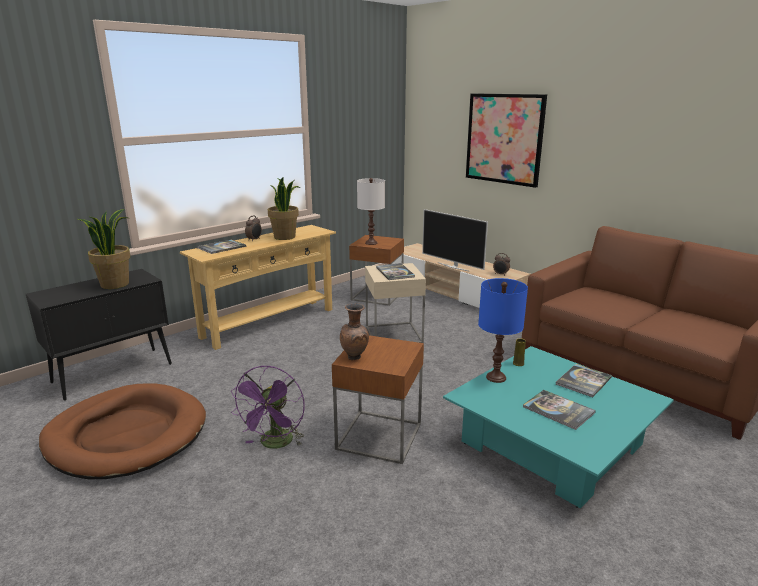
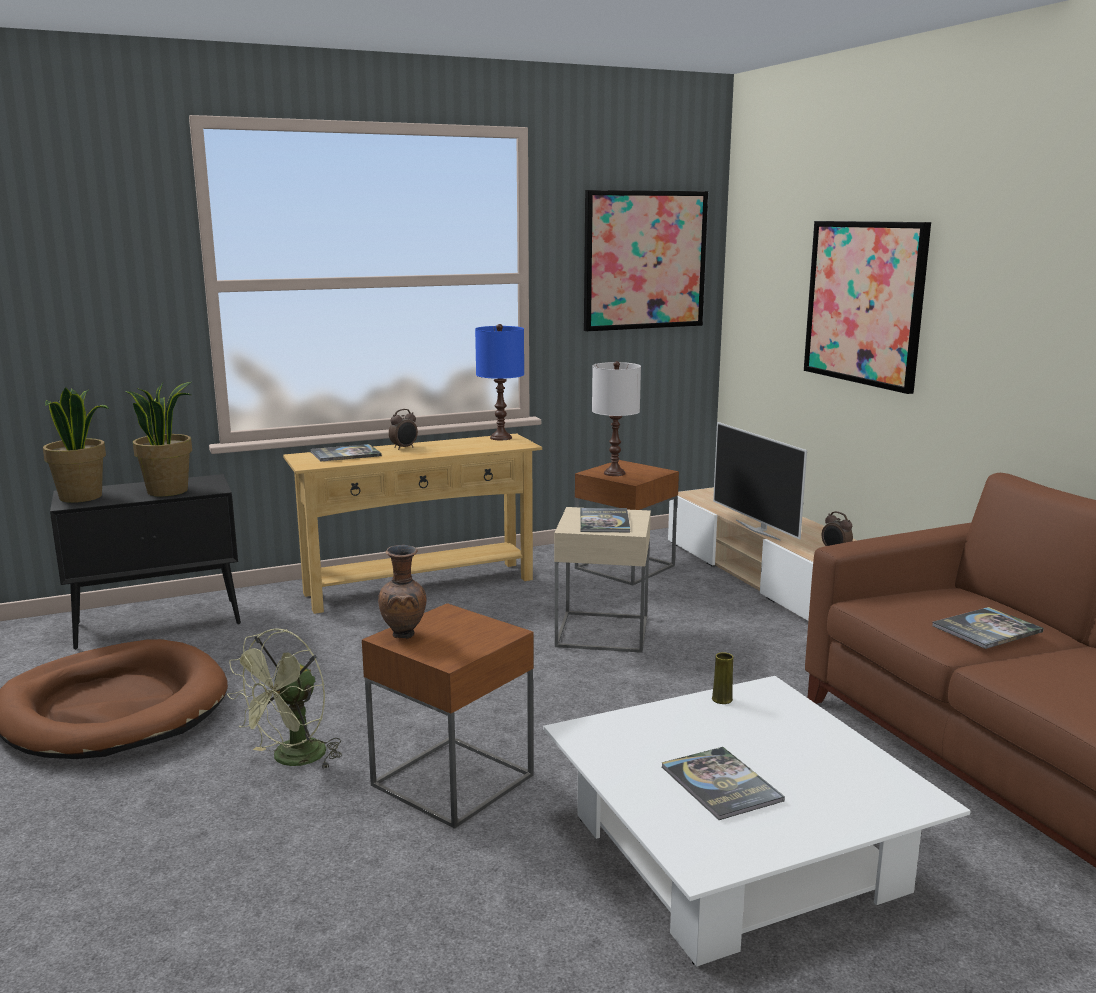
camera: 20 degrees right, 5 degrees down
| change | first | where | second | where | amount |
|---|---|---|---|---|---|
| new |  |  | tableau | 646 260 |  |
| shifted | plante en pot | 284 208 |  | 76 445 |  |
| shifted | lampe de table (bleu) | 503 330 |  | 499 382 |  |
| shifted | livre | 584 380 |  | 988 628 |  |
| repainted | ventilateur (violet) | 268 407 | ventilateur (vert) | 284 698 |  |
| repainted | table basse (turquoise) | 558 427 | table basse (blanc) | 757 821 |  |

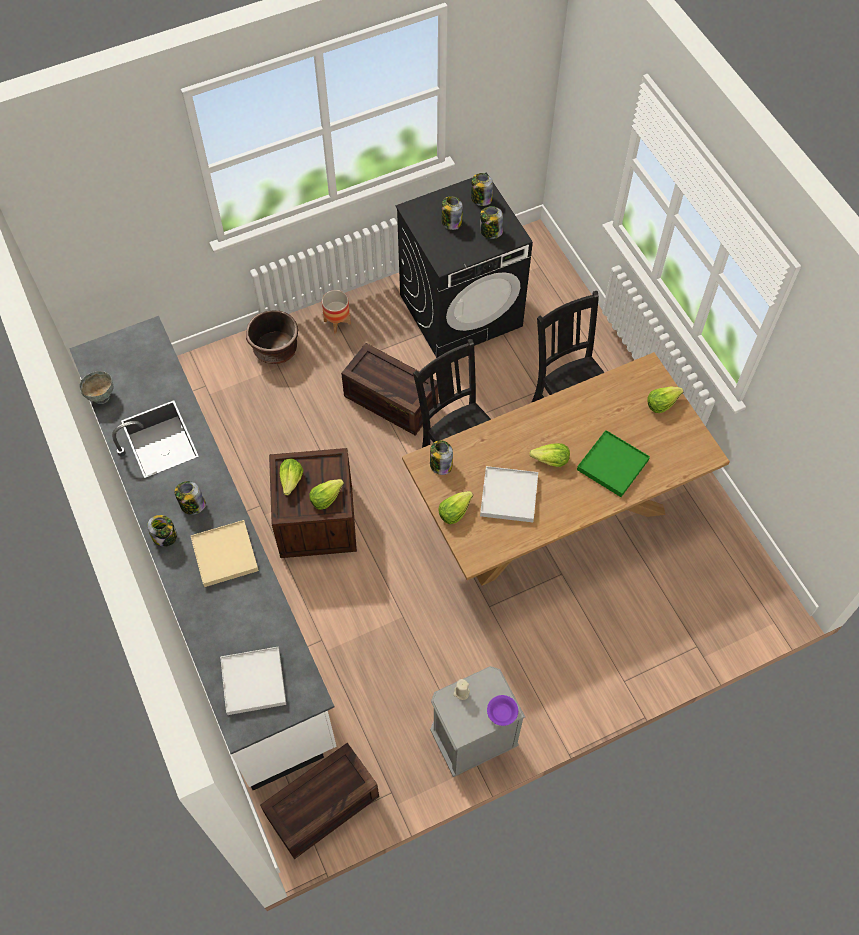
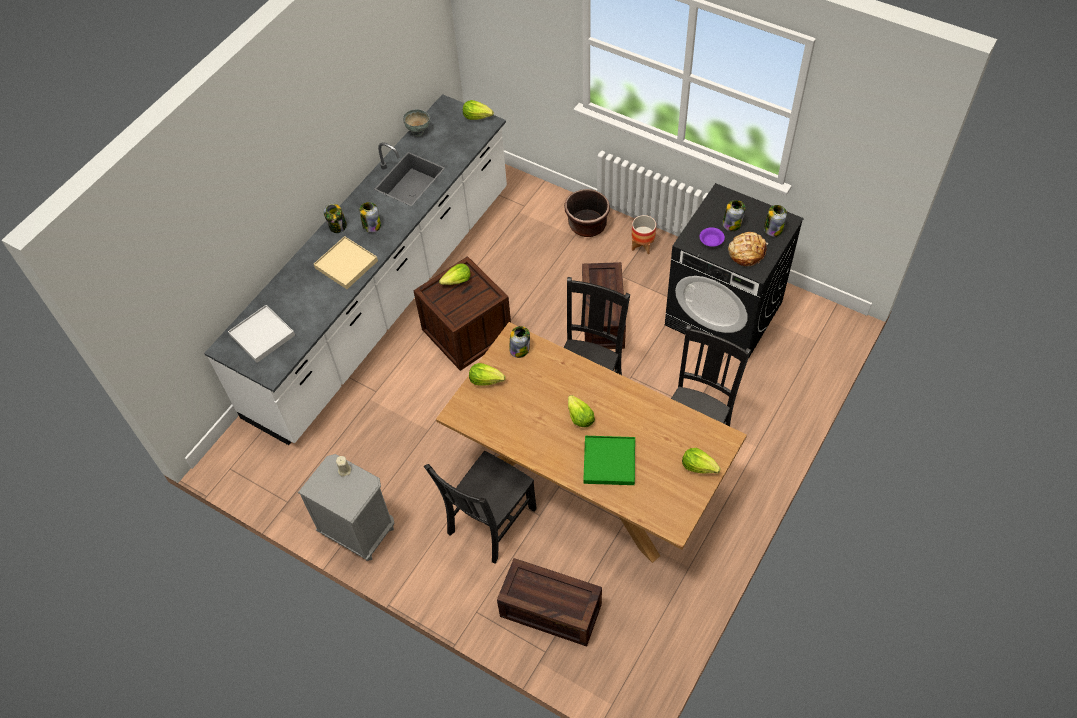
camera: 60 degrees right, 5 degrees down
| change | first | where | second | where | amount |
|---|---|---|---|---|---|
| gone | plateau (blanc) | 509 494 |  |  |  |
| new |  |  | chaise (noir) | 480 507 |  |
| shifted | caisse | 319 801 |  | 549 602 |  |
| shifted | laitue | 326 494 |  | 478 110 |  |
| shifted | bol (violet) | 502 710 |  | 712 237 |  |
| swapped | bocal | 491 222 | pain | 748 249 |  |

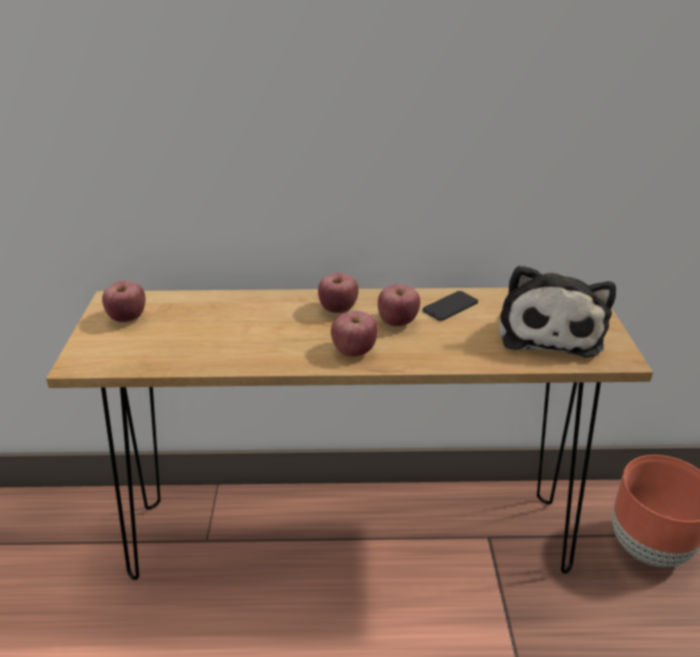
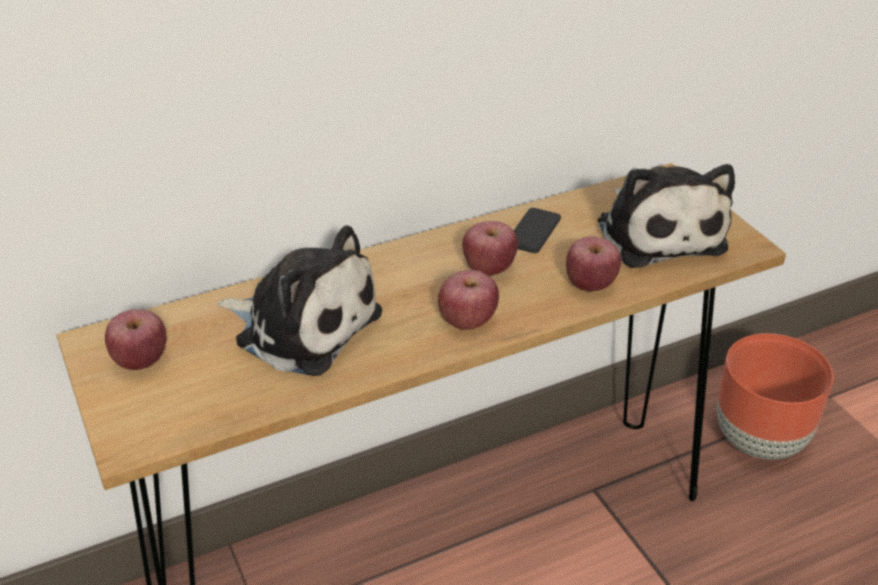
camera: 25 degrees left, 5 degrees up
| change | first | where | second | where | amount |
|---|---|---|---|---|---|
| new |  |  | peluche | 299 300 |  |
| shifted | pomme | 338 293 |  | 593 263 |  |

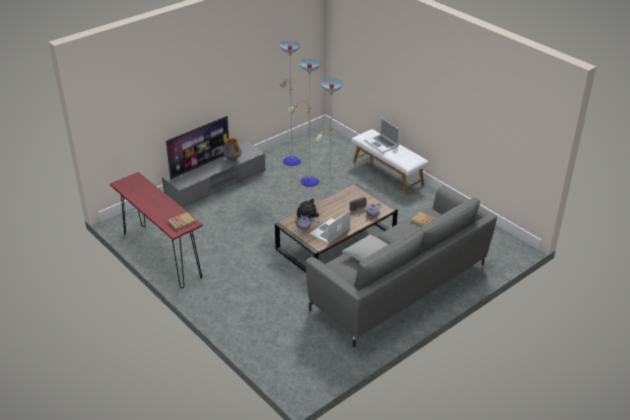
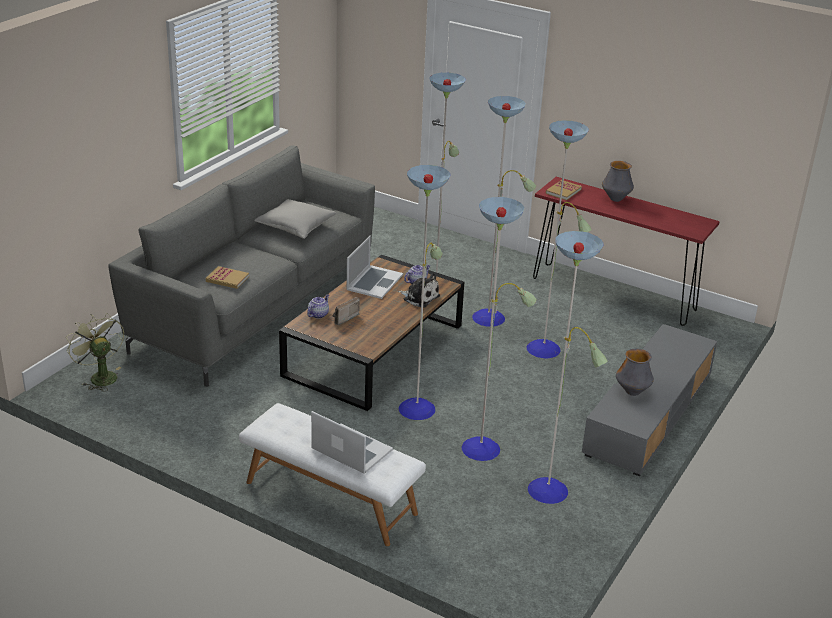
camera: 160 degrees right, 5 degrees down
| change | first | where | second | where | amount |
|---|---|---|---|---|---|
| gone | téléviseur | 197 147 |  |  |  |
| new |  |  | ventilateur (vert) | 95 352 |  |
| new |  |  | lampadaire | 510 215 |  |
| new |  |  | vase | 618 181 |  |

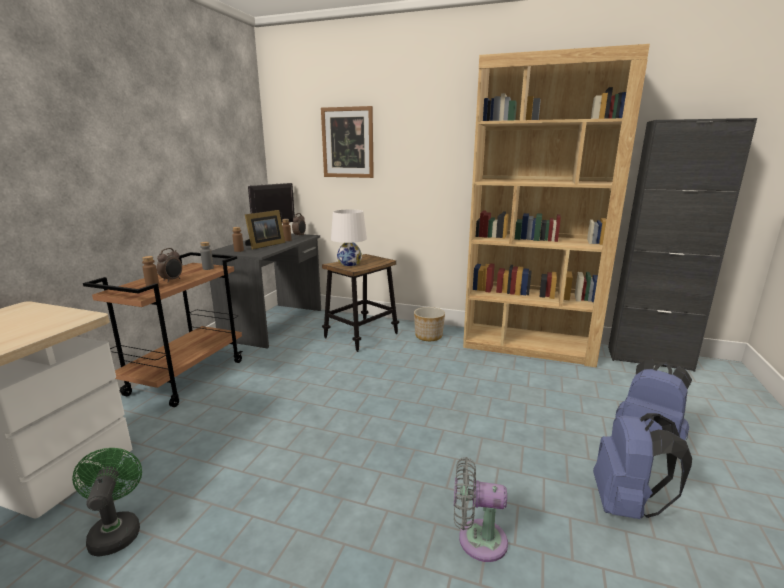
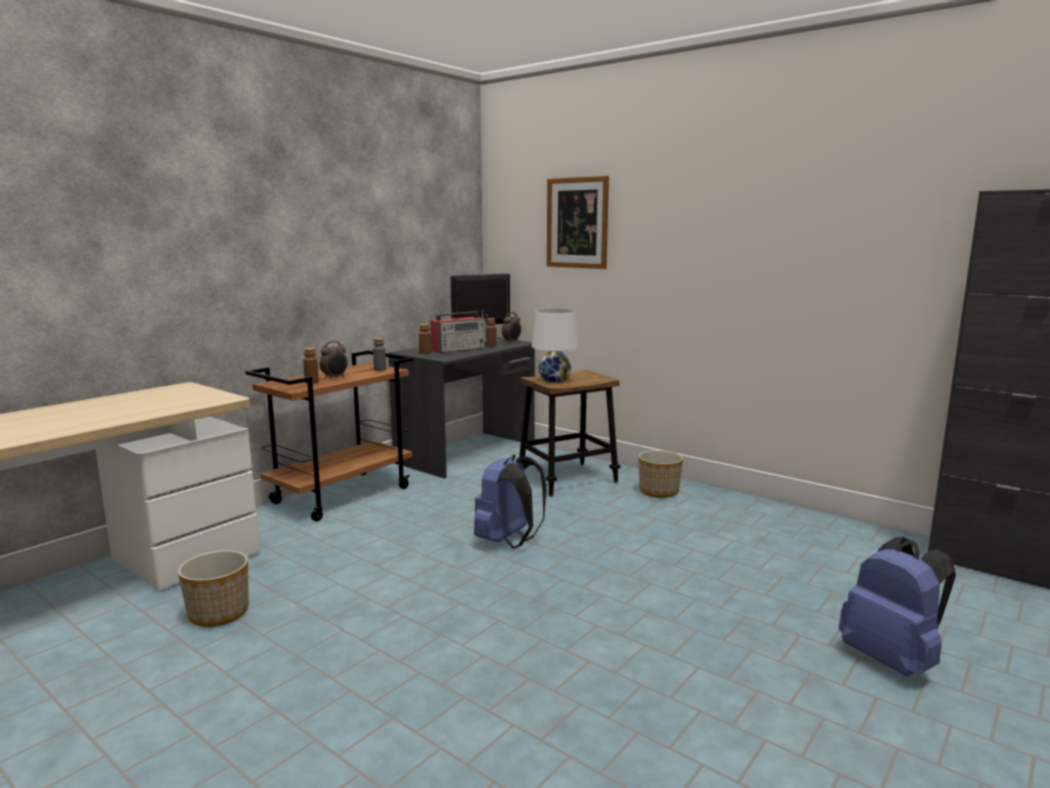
camera: 20 degrees right, 5 degrees down
| change | first | where | second | where | amount |
|---|---|---|---|---|---|
| gone | ventilateur (gris) | 481 509 |  |  |  |
| gone | bibliothèque (marron) | 556 206 |  |  |  |
| shifted | sac à dos (bleu) | 642 466 |  | 510 502 |  |
| swapped | ventilateur (vert) | 107 502 | cache-pot | 213 588 |  |
| swapped | cadre photo | 265 230 | radio | 457 331 |  |

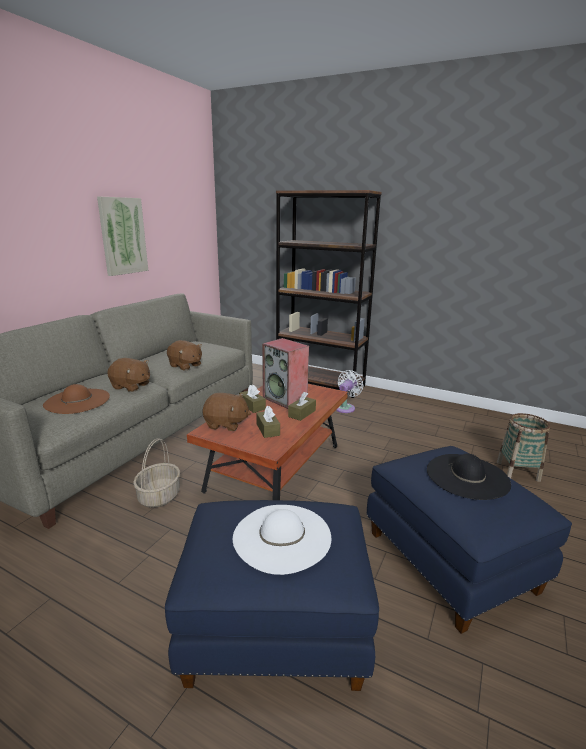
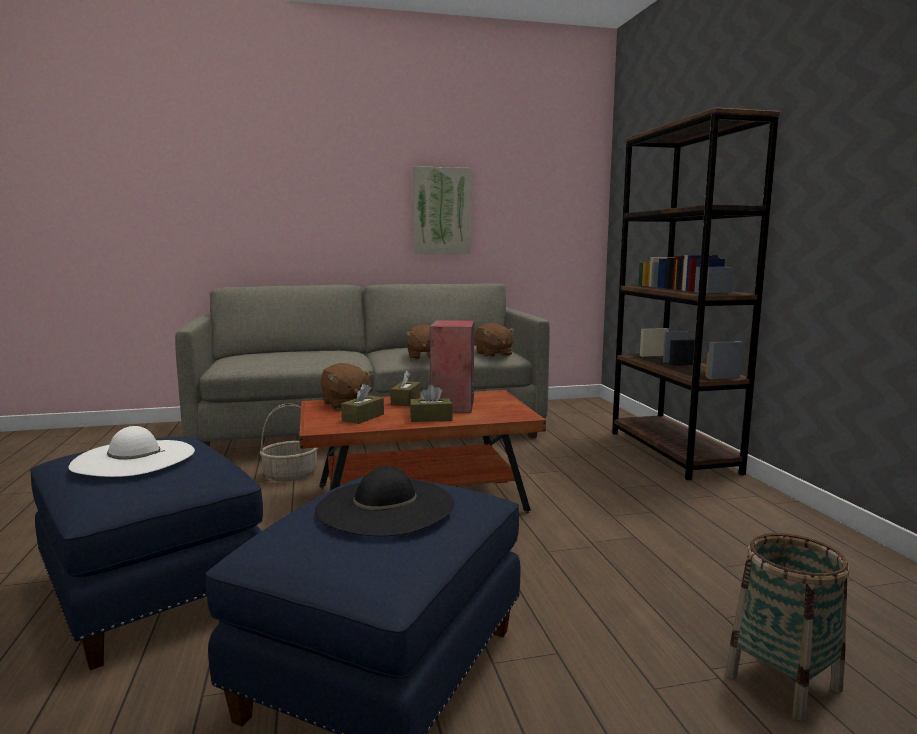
camera: 50 degrees right, 10 degrees down
| change | first | where | second | where | amount |
|---|---|---|---|---|---|
| gone | chapeau (marron) | 76 399 |  |  |  |
| gone | ventilateur (blanc) | 349 391 |  |  |  |
| shifted | peluche (marron) | 128 375 |  | 495 340 |  |

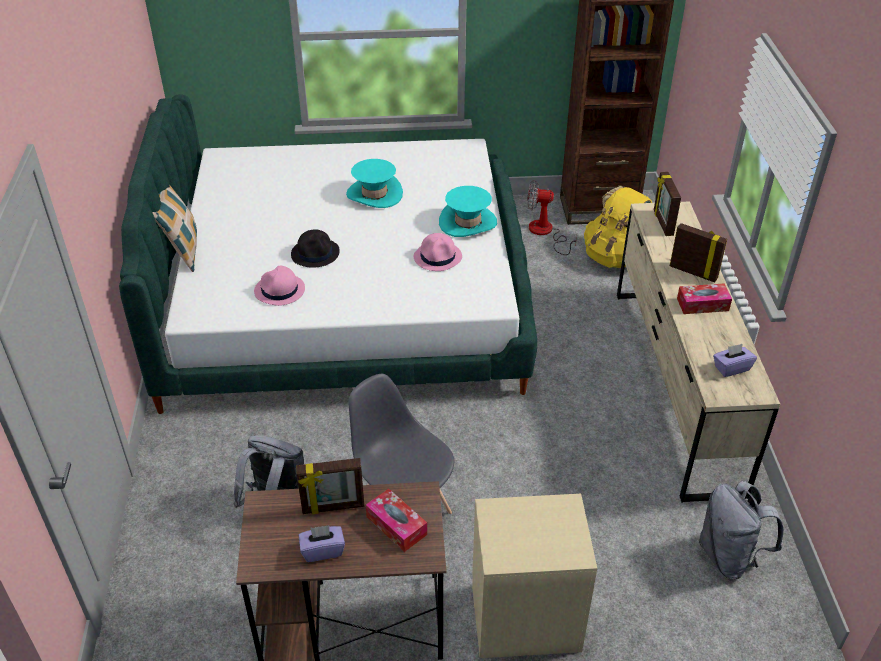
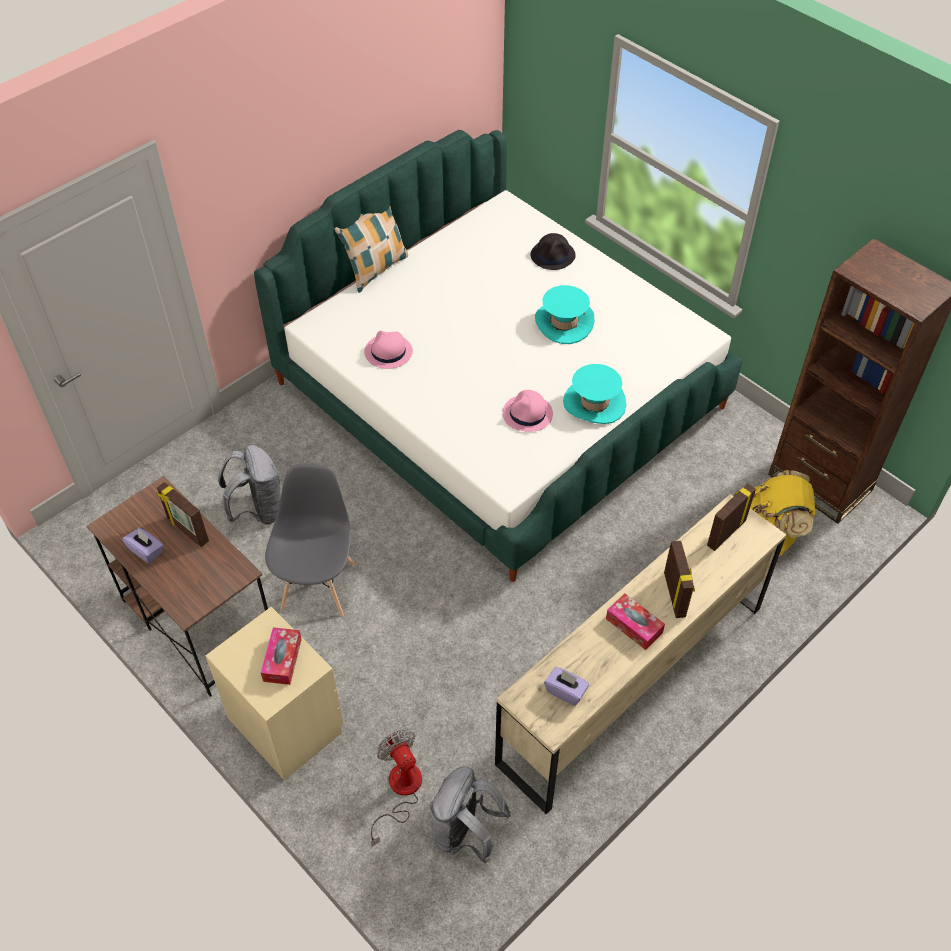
camera: 50 degrees right, 10 degrees up
| change | first | where | second | where | amount |
|---|---|---|---|---|---|
| shifted | chapeau (noir) | 315 248 |  | 553 251 |  |
| shifted | boîte à mouchoirs | 396 520 |  | 281 656 |  |
| shifted | ventilateur | 552 217 |  | 396 788 |  |

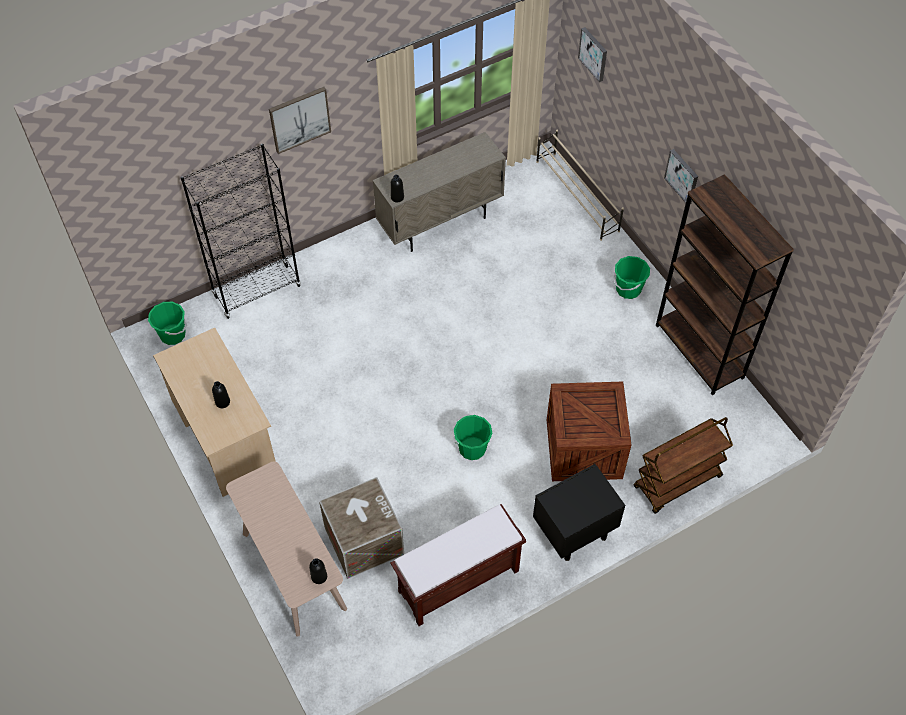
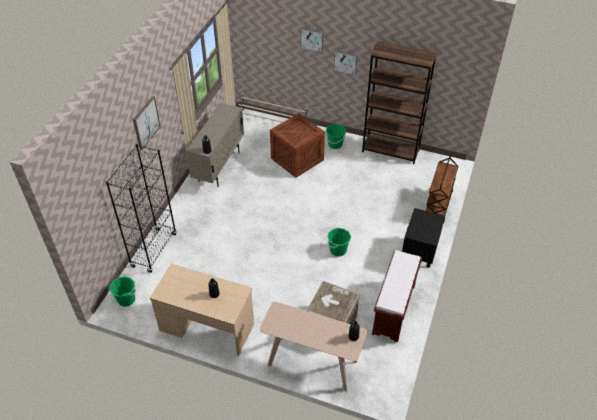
camera: 40 degrees left, 10 degrees down
| change | first | where | second | where | amount |
|---|---|---|---|---|---|
| shifted | caisse | 589 431 |  | 297 145 |  |
| shifted | tableau | 592 54 |  | 311 40 |  |

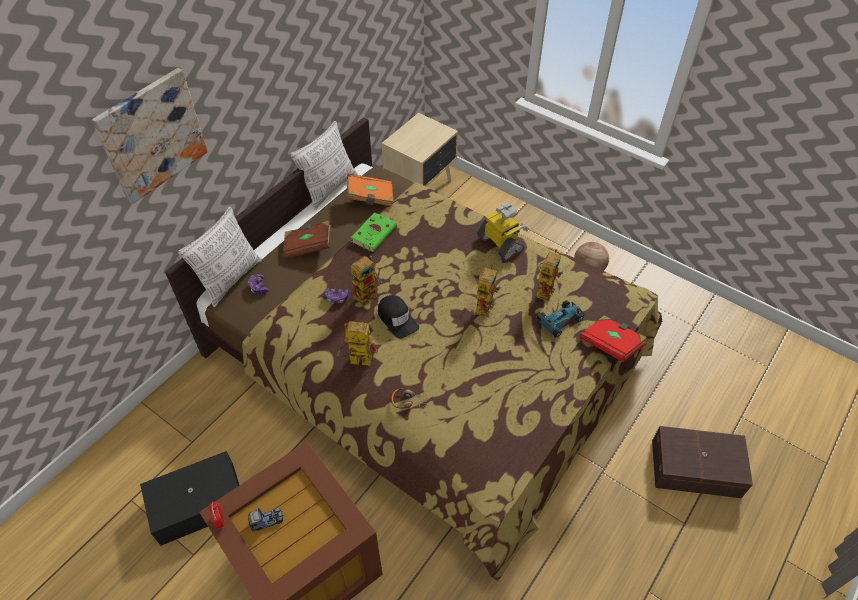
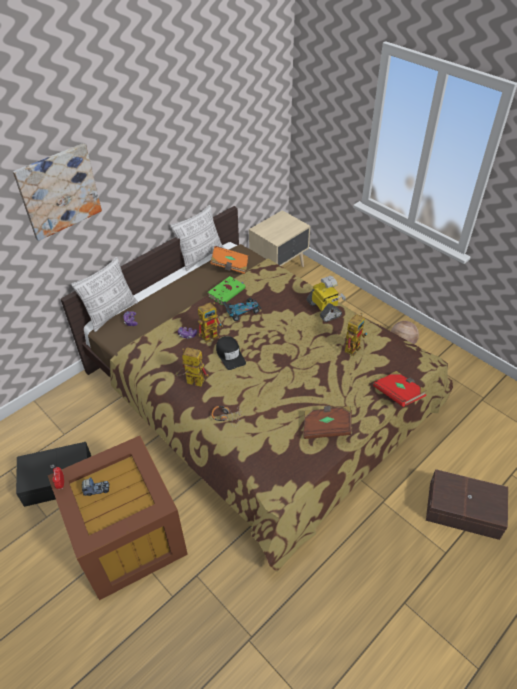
camera: 10 degrees right, 5 degrees down
| change | first | where | second | where | amount |
|---|---|---|---|---|---|
| gone | robot jouet | 488 291 |  |  |  |
| shifted | livre (marron) | 307 240 |  | 327 422 |  |
| shifted | petite voiture | 560 319 |  | 241 309 |  |

